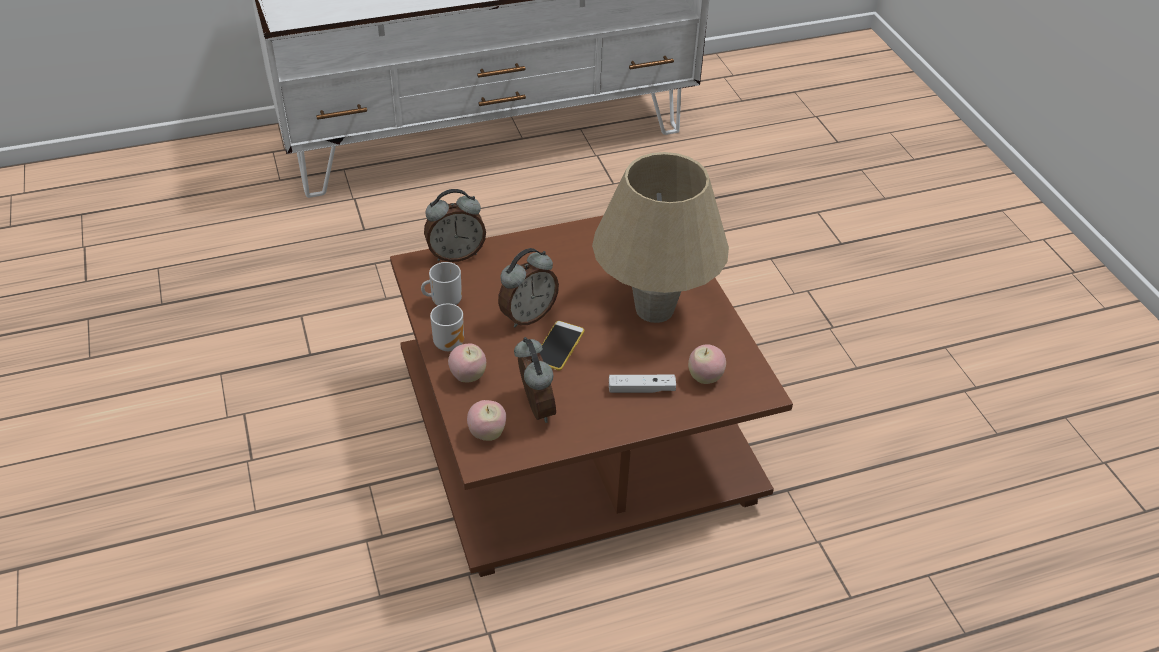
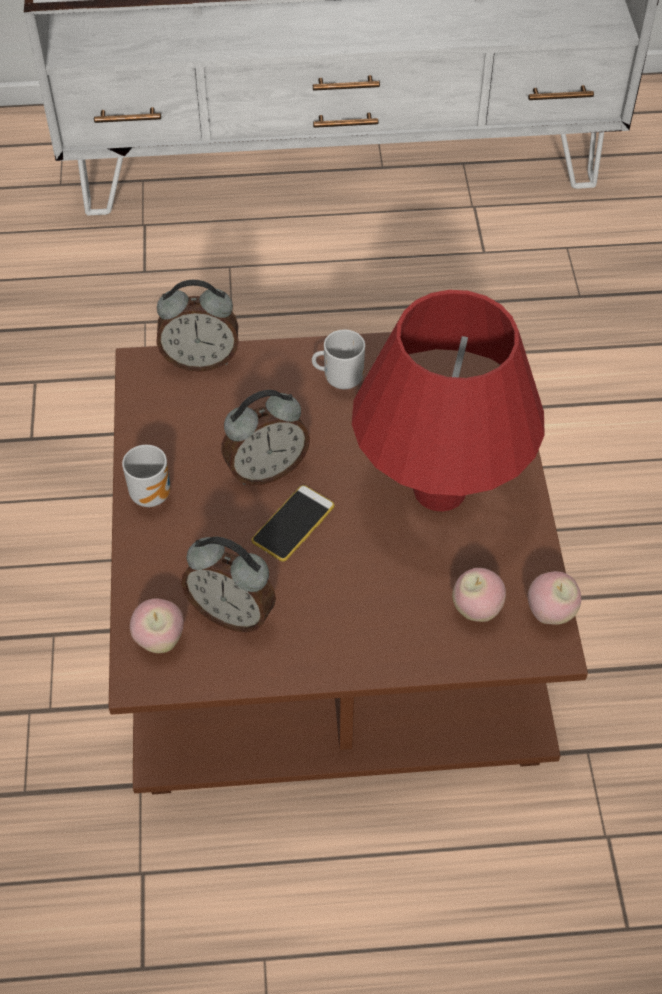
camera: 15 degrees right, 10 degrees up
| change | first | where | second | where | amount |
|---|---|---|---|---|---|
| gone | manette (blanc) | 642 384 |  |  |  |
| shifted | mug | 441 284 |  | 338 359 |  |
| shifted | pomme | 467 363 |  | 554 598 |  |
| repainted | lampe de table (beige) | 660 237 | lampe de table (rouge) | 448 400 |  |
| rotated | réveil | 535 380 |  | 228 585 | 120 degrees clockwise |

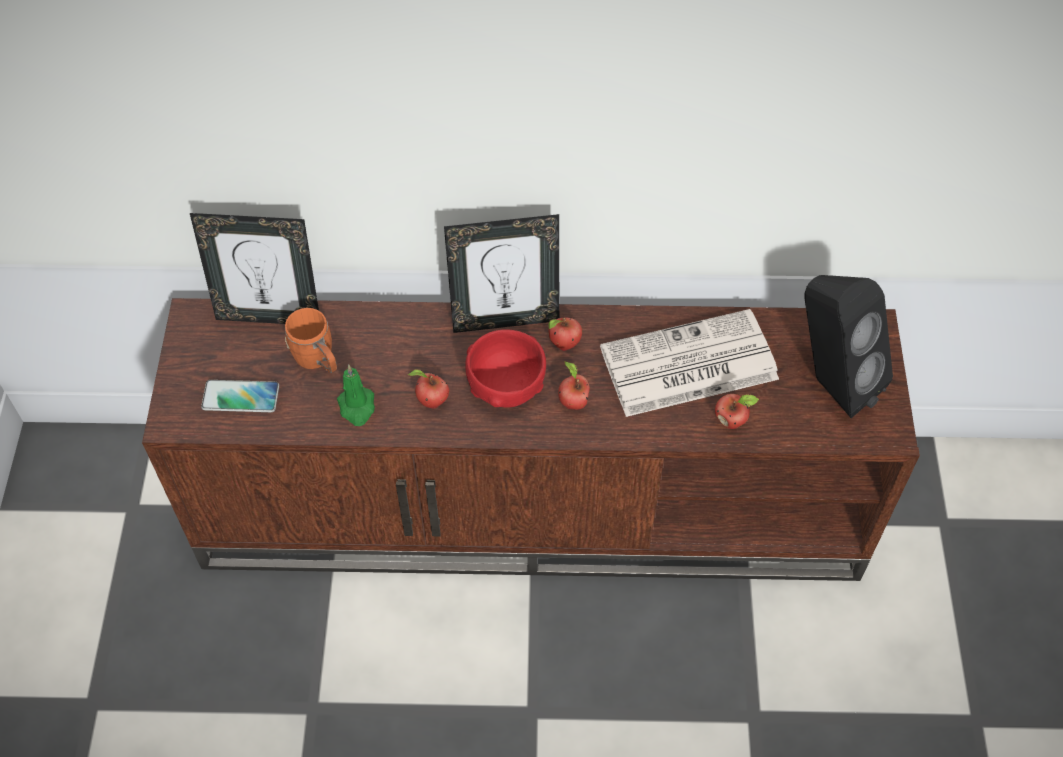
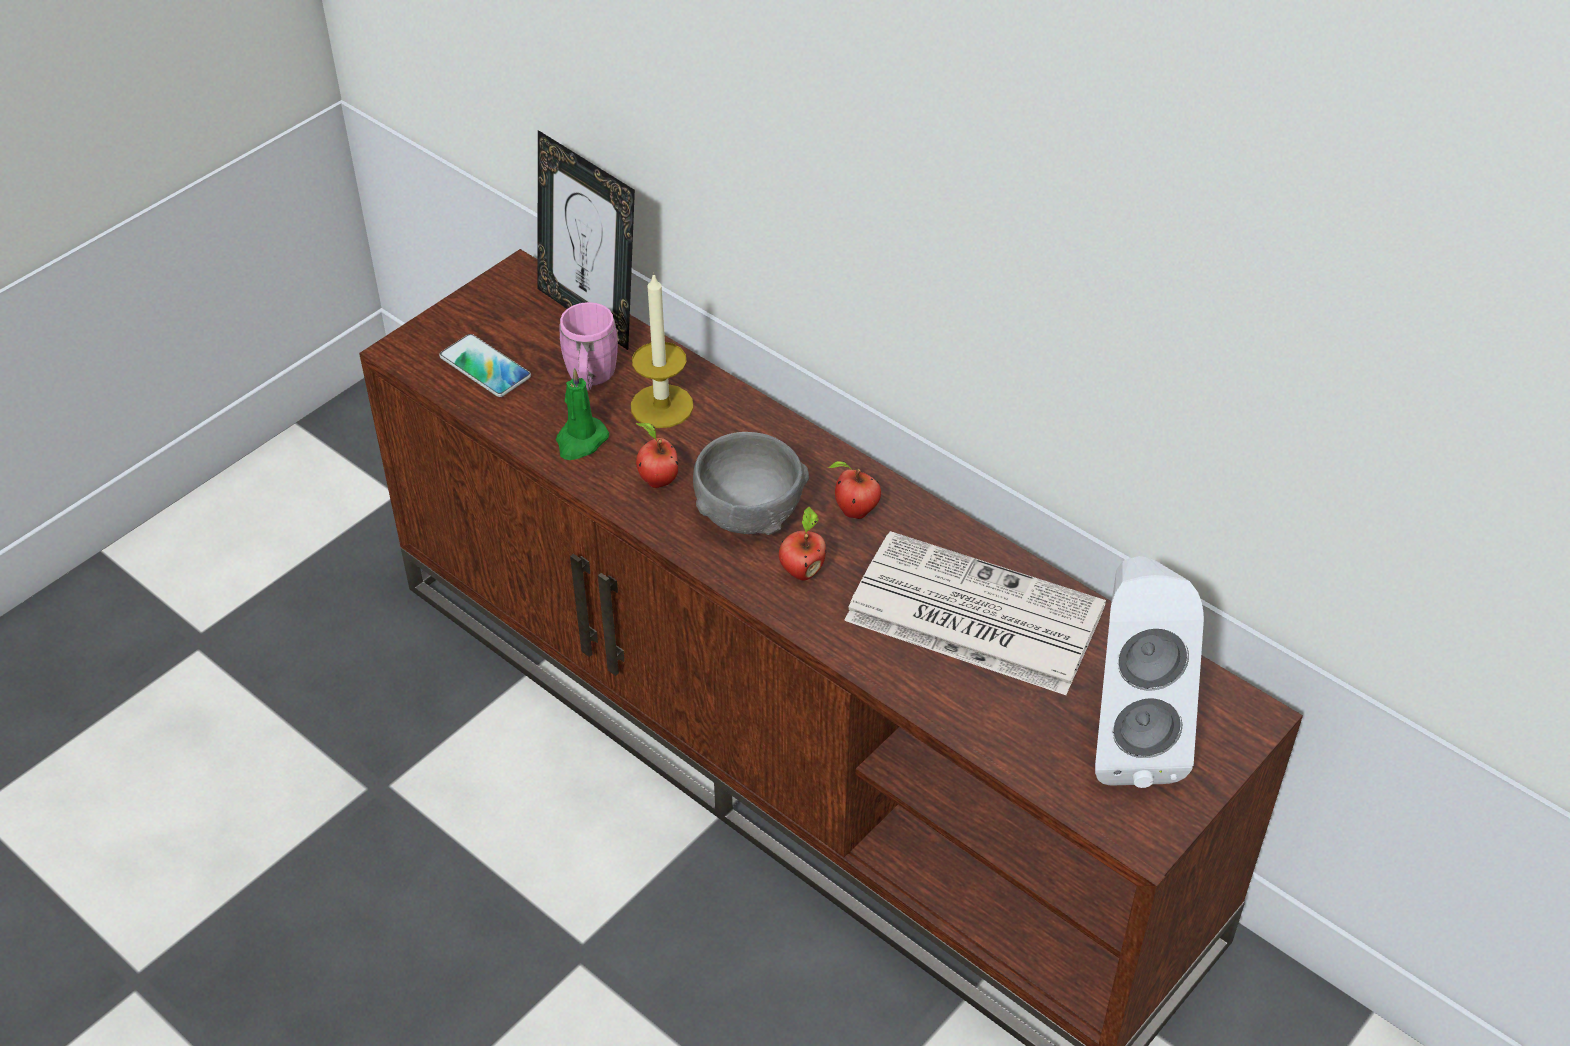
camera: 40 degrees right, 10 degrees down
| change | first | where | second | where | amount |
|---|---|---|---|---|---|
| gone | cadre photo | 501 273 |  |  |  |
| gone | pomme | 737 411 |  |  |  |
| new |  |  | bougie | 662 350 |  |
| repainted | mug (orange) | 311 340 | mug (rose) | 589 346 |  |
| repainted | bol (rouge) | 505 368 | bol (gris) | 751 483 |  |
| repainted | enceinte (noir) | 848 346 | enceinte (blanc) | 1149 672 |  |

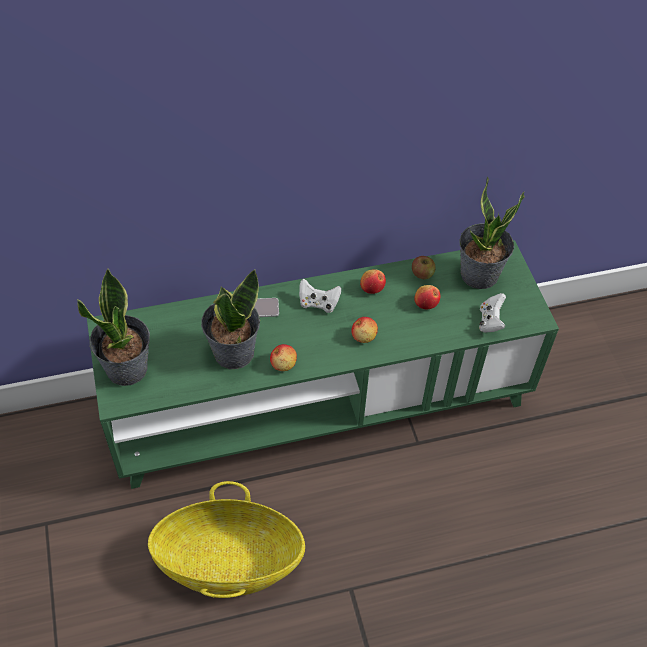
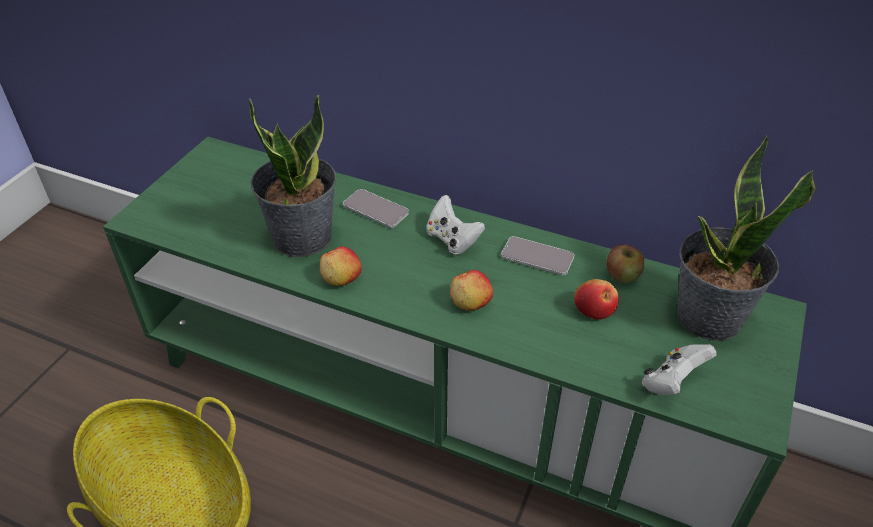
camera: 40 degrees right, 10 degrees down
| change | first | where | second | where | amount |
|---|---|---|---|---|---|
| gone | plante en pot | 113 327 |  |  |  |
| swapped | pomme | 373 281 | téléphone | 537 255 |  |

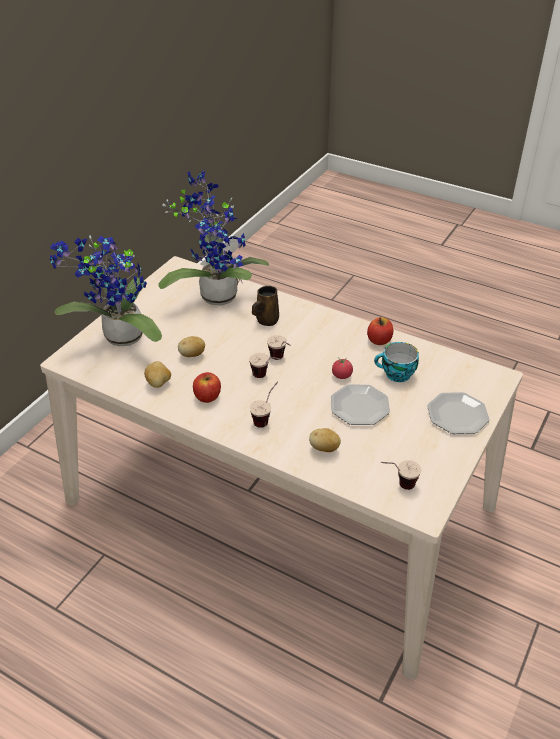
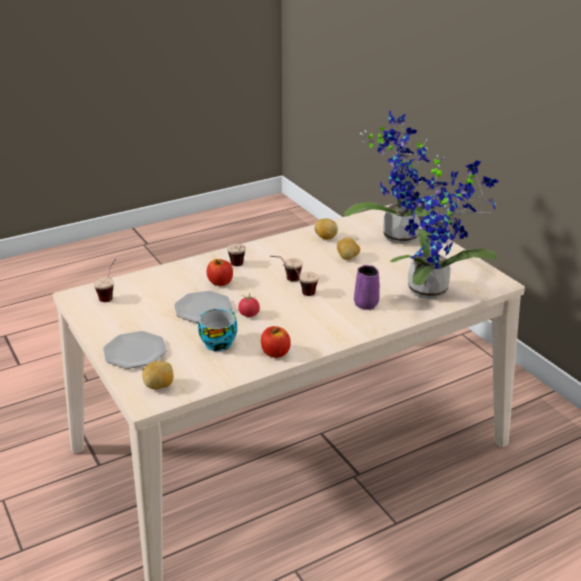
camera: 120 degrees right, 10 degrees down
| change | first | where | second | where | amount |
|---|---|---|---|---|---|
| shifted | pomme | 207 387 |  | 220 272 |  |
| shifted | pomme de terre | 325 440 |  | 158 375 |  |
| repainted | mug (marron) | 265 306 | mug (violet) | 367 287 |  |

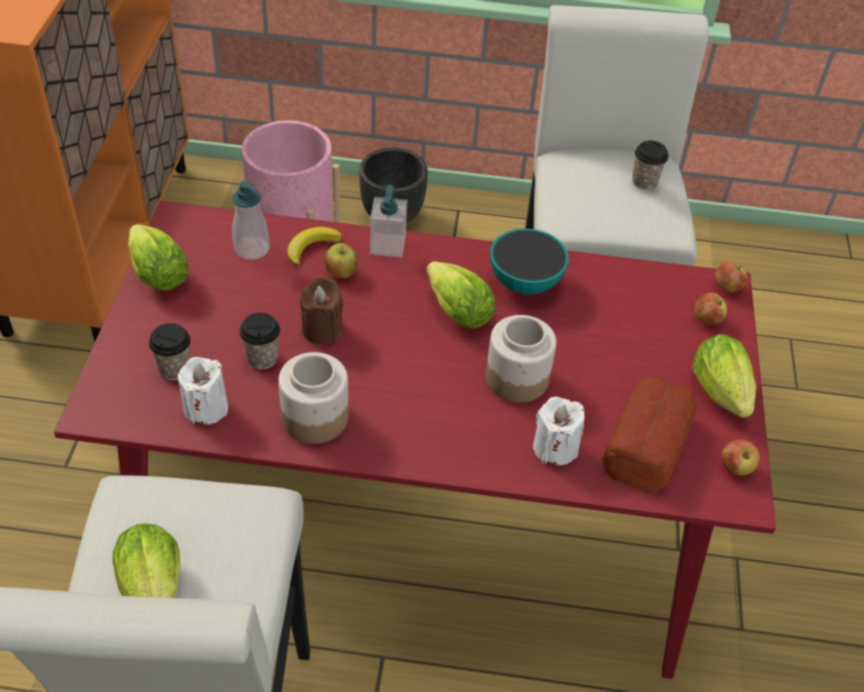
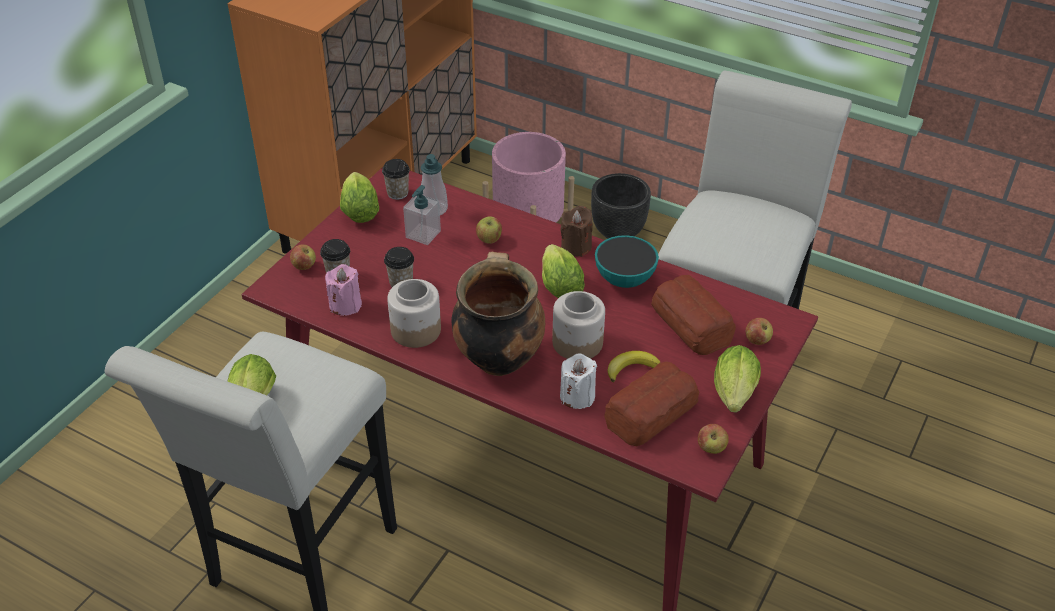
camera: 25 degrees right, 5 degrees down
| change | first | where | second | where | amount |
|---|---|---|---|---|---|
| new |  |  | marmite | 498 314 |  |
| new |  |  | pain | 693 315 |  |
| shifted | banane | 314 247 |  | 633 366 |  |
| shifted | bougie (marron) | 321 310 |  | 576 231 |  |
| shifted | distributeur de savon | 388 221 |  | 422 215 |  |
| shifted | tasse | 650 165 |  | 396 179 |  |
| shifted | pomme | 731 277 |  | 303 257 |  |
| repainted | bougie (blanc) | 203 391 | bougie (rose) | 343 290 |  |

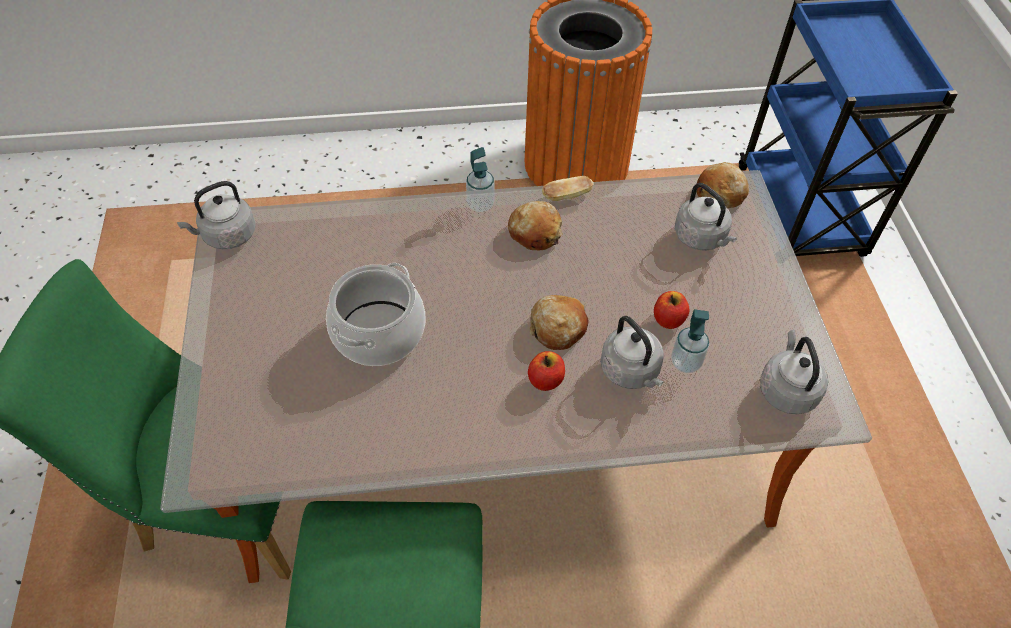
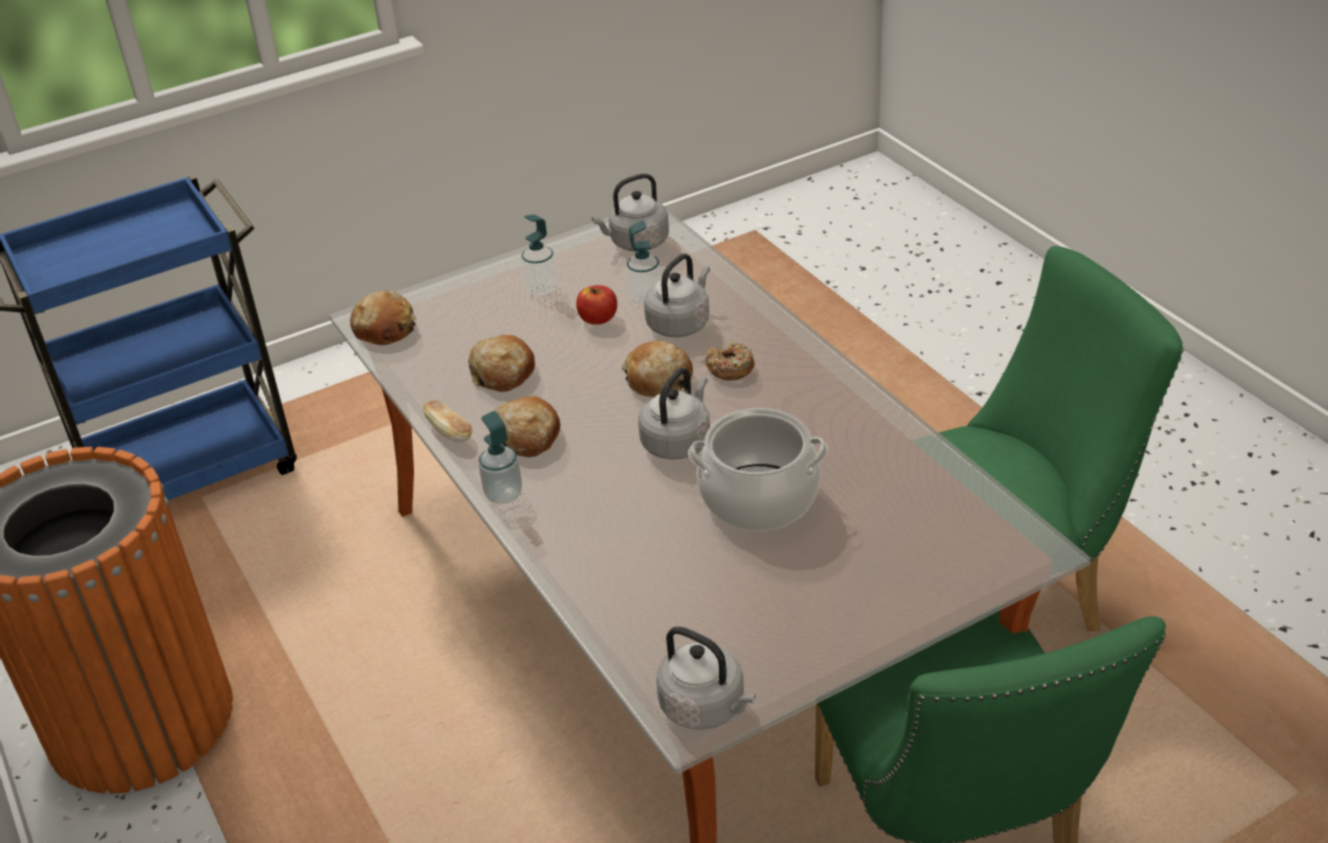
camera: 110 degrees left, 15 degrees down
| change | first | where | second | where | amount |
|---|---|---|---|---|---|
| new |  |  | pain | 501 363 |  |
| new |  |  | distributeur de savon | 539 254 |  |
| shifted | bouilloire (gris) | 706 217 |  | 674 413 |  |
| swapped | pomme | 546 371 | beignet | 730 361 |  |

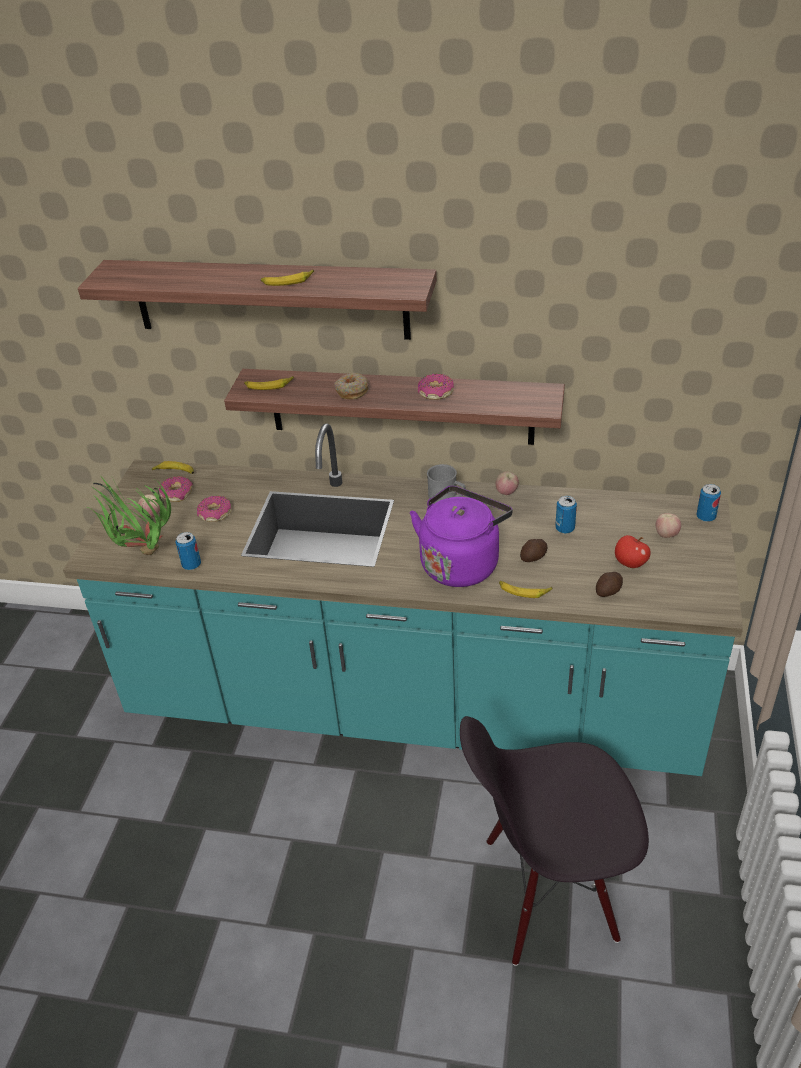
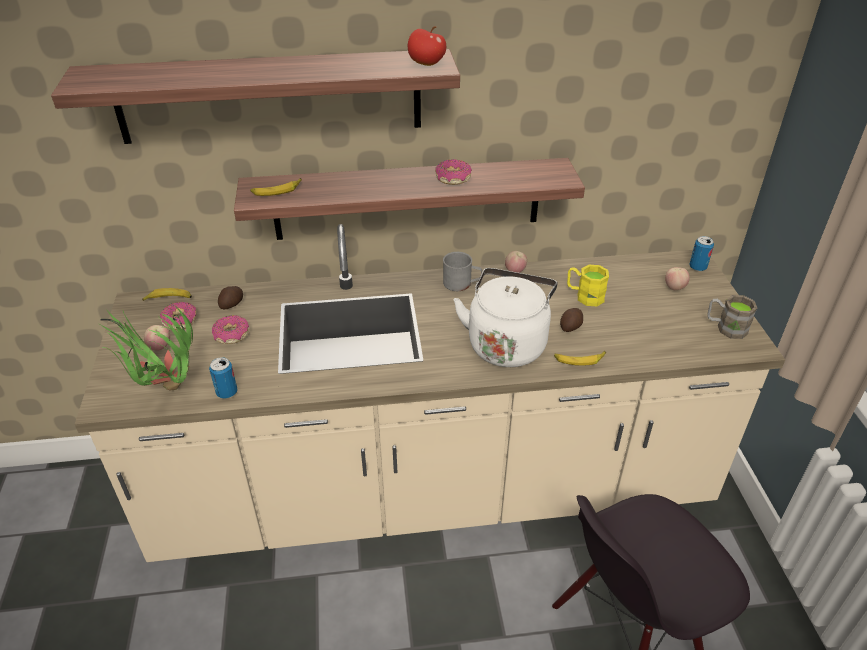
camera: 20 degrees left, 0 degrees up
| change | first | where | second | where | amount |
|---|---|---|---|---|---|
| gone | banane | 287 277 |  |  |  |
| gone | beignet | 351 386 |  |  |  |
| new |  |  | mug (marron) | 732 317 |  |
| shifted | pomme de terre | 609 584 |  | 230 297 |  |
| shifted | pomme | 633 551 |  | 427 46 |  |
| swapped | boîte métallique | 566 515 | mug (jaune) | 588 285 |  |
| repainted | comptoir de cuisine (turquoise) | 403 599 | comptoir de cuisine (beige) | 430 393 |  |
| repainted | bouilloire (violet) | 461 536 | bouilloire (blanc) | 505 317 |  |

